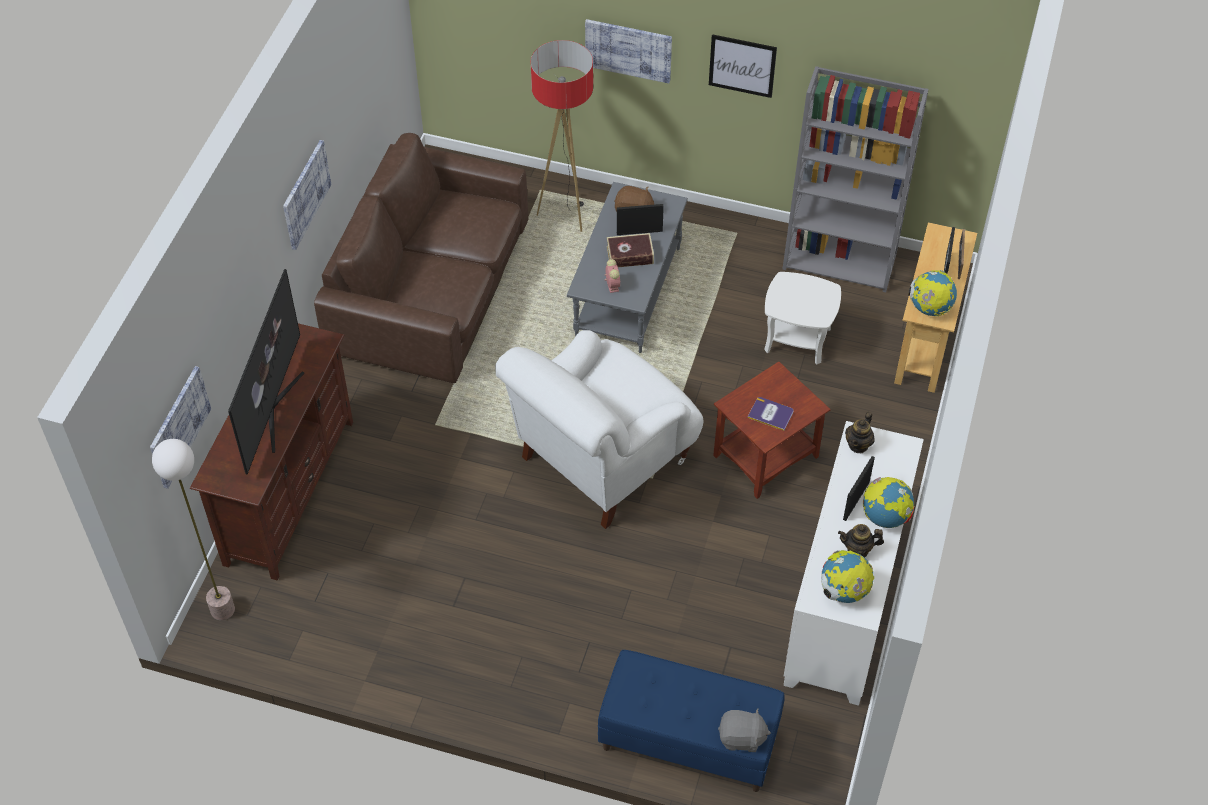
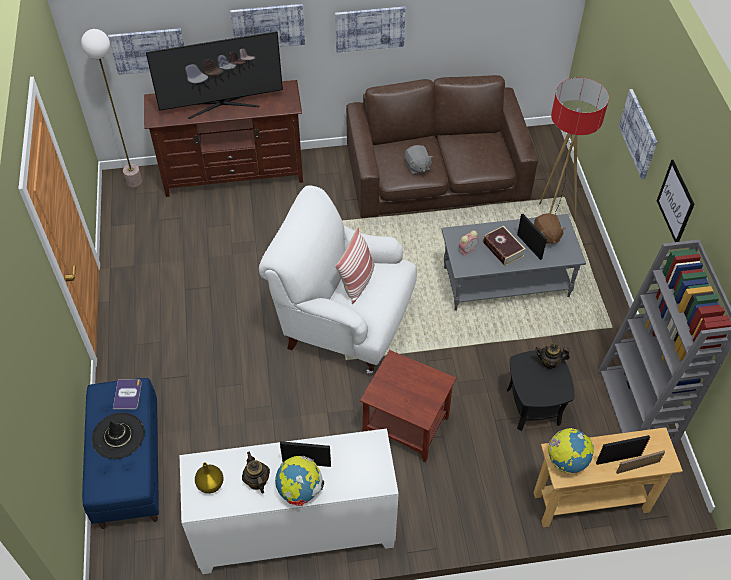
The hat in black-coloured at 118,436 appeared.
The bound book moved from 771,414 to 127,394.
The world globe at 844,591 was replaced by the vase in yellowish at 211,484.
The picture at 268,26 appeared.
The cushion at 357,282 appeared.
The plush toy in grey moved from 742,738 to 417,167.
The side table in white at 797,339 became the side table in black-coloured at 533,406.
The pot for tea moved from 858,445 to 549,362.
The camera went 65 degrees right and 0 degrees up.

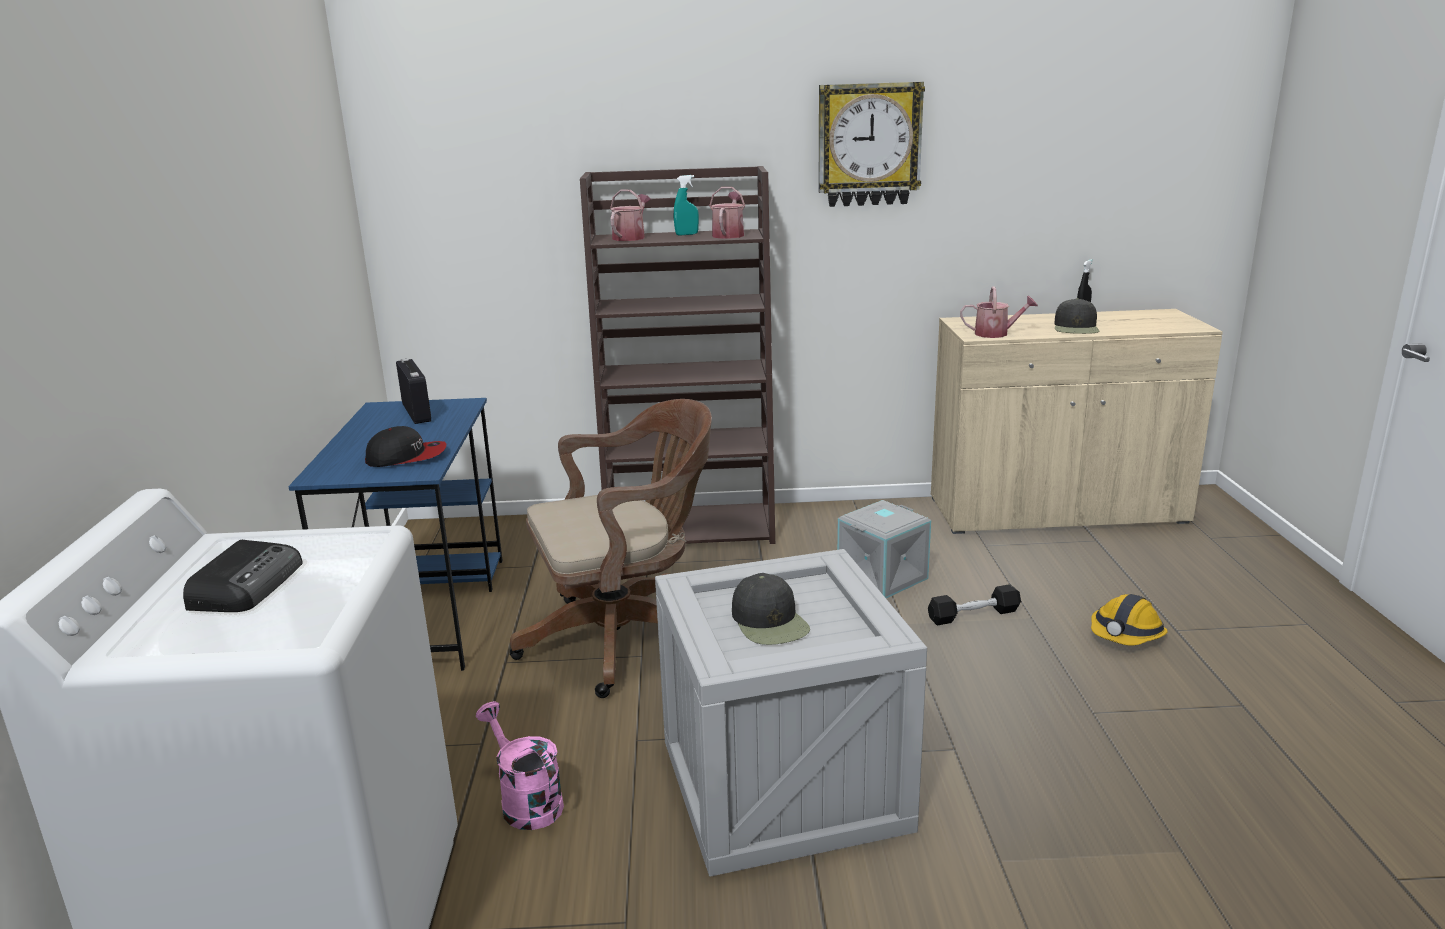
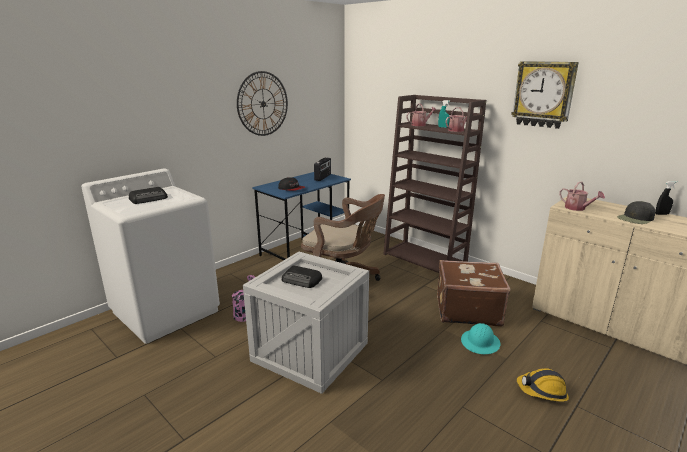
The clock on the wall at 263,104 appeared.
The baseball cap in black-coloured at 770,622 was replaced by the radio at 302,280.
The storage container in grey at 883,578 was replaced by the suitcase in brown at 467,310.
The dumbbell in black-coloured at 973,615 was replaced by the hard hat in turquoise-coloured at 480,342.
The camera went 45 degrees right and 0 degrees up.

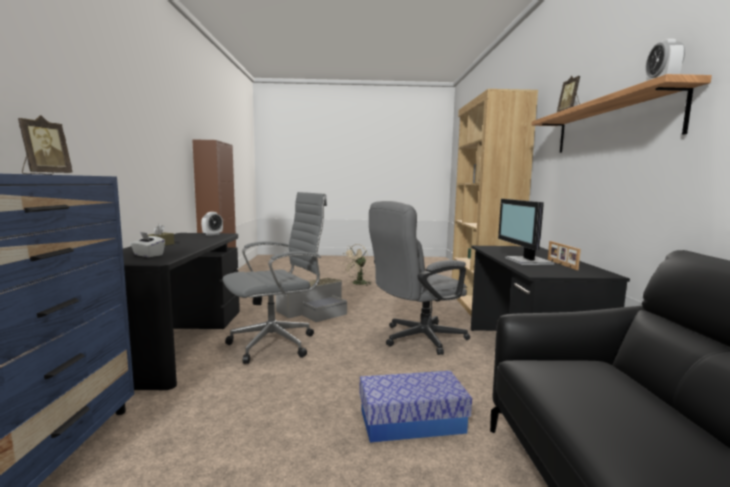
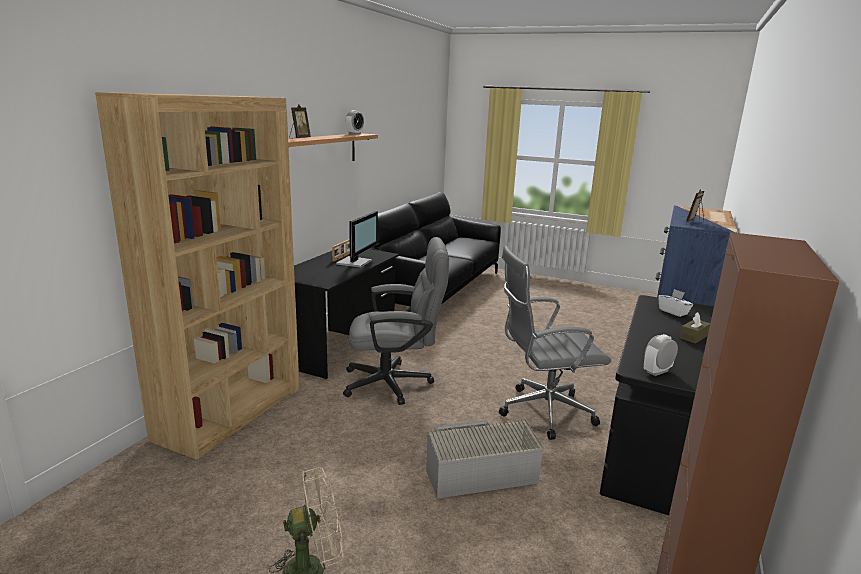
The storage container at 411,421 disappeared.
The camera went 155 degrees left and 10 degrees up.

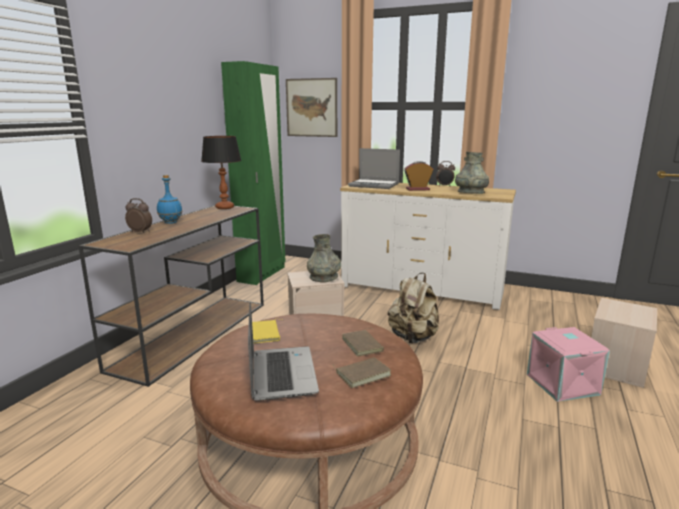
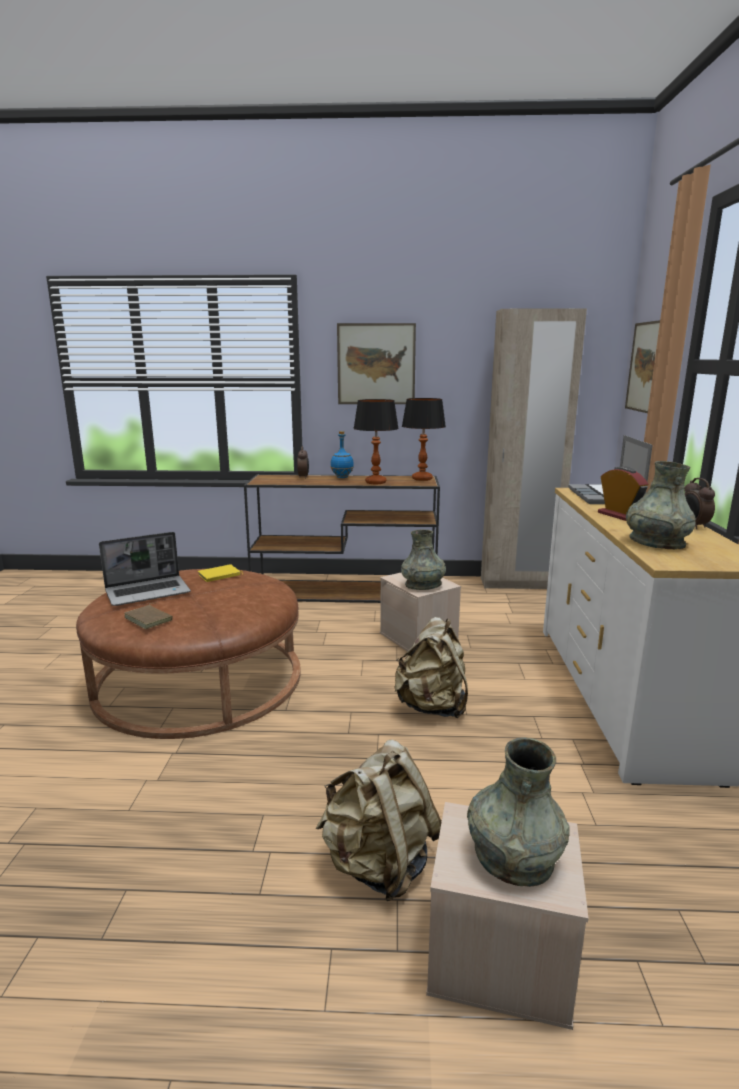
The storage container in pink-coloured at 563,384 was replaced by the rucksack in beige-coloured at 378,864.
The picture at 376,364 appeared.
The tabletop lamp at 376,482 appeared.
The vase in grey at 514,854 appeared.
The clothes cupboard in green at 262,274 became the clothes cupboard in beige-coloured at 518,584.
The bound book in brown at 363,345 disappeared.
The camera went 70 degrees right and 0 degrees up.

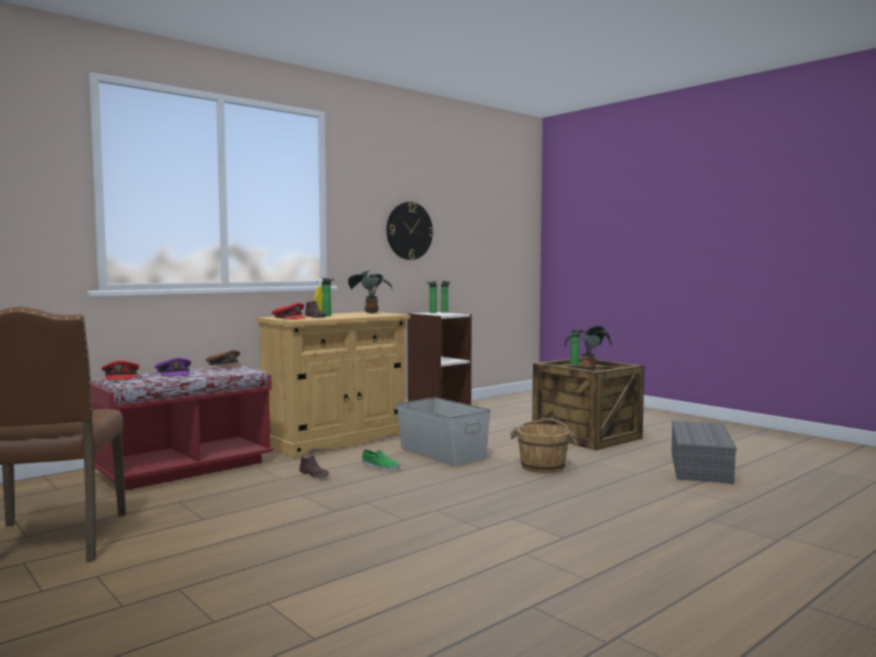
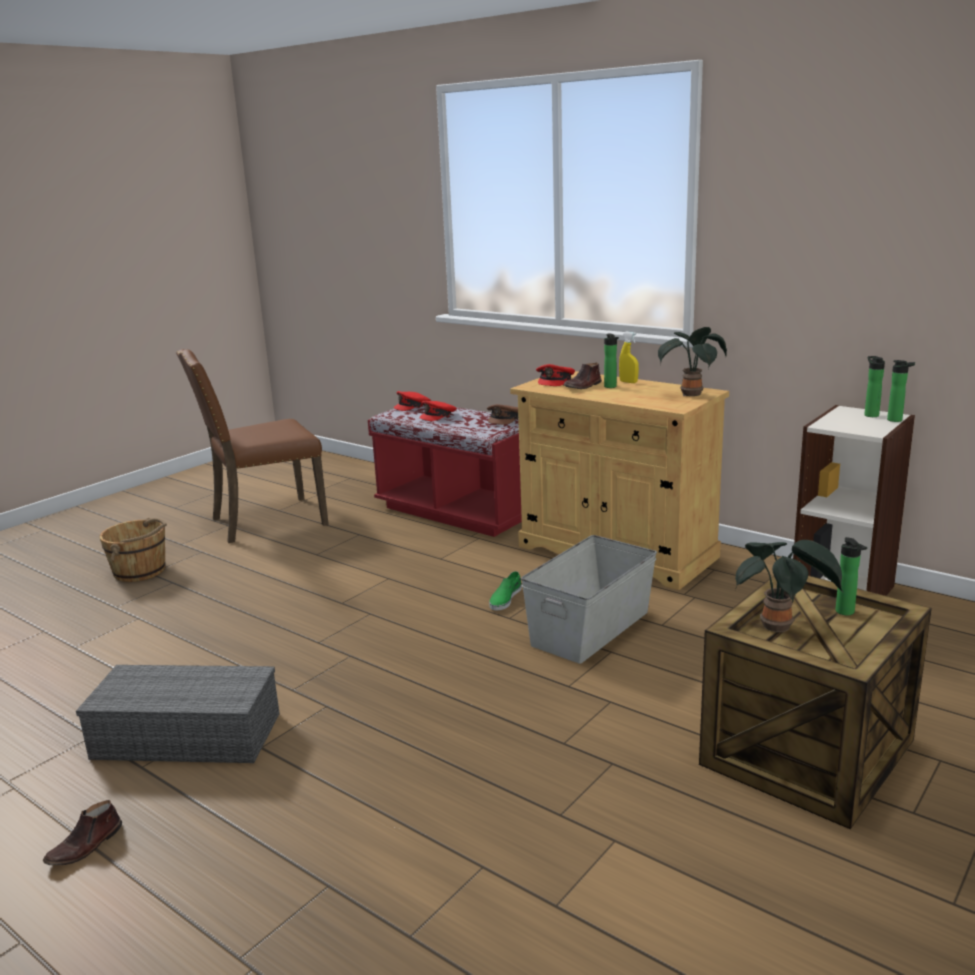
The item of footwear in brown moved from 314,474 to 85,846.
The storage container in grey moved from 698,466 to 190,734.
The water bucket in brown moved from 543,466 to 141,571.
The baseball cap in purple at 174,374 became the baseball cap in reddish at 438,415.
The clock on the wall at 409,231 disappeared.
The camera went 80 degrees right and 15 degrees up.

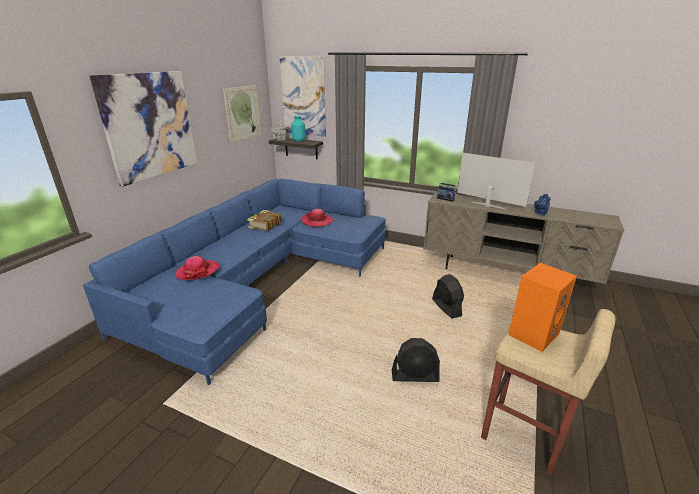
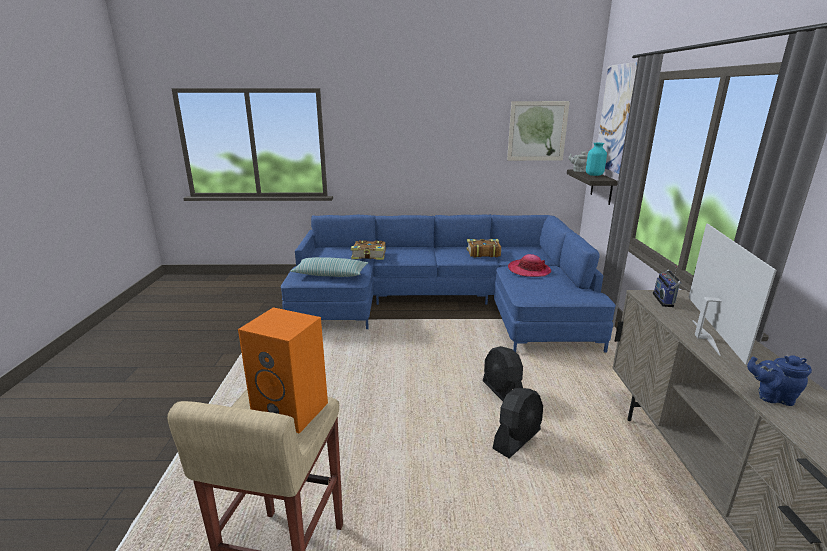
The cushion at 330,274 appeared.
The hat at 197,271 was replaced by the bound book at 369,256.
The electric fan in black-coloured moved from 415,376 to 502,393.
The picture at 150,126 disappeared.
The camera went 65 degrees right and 5 degrees down.

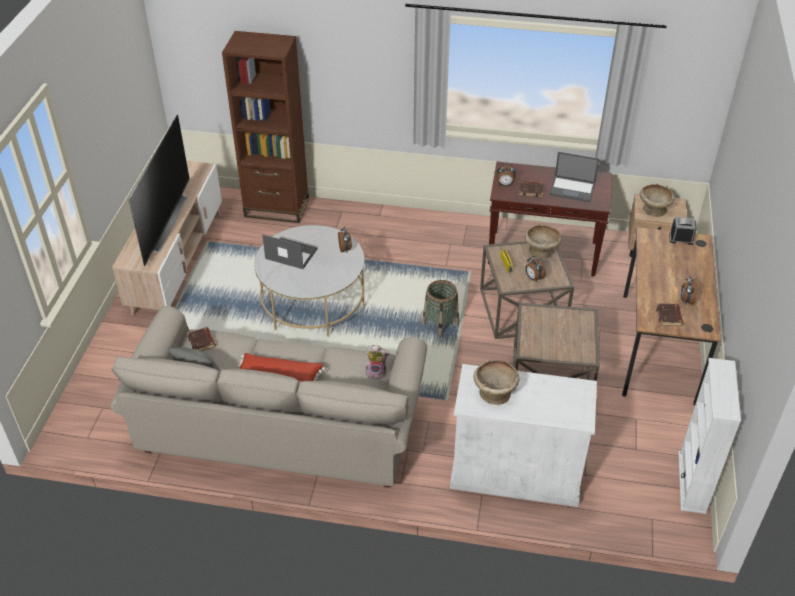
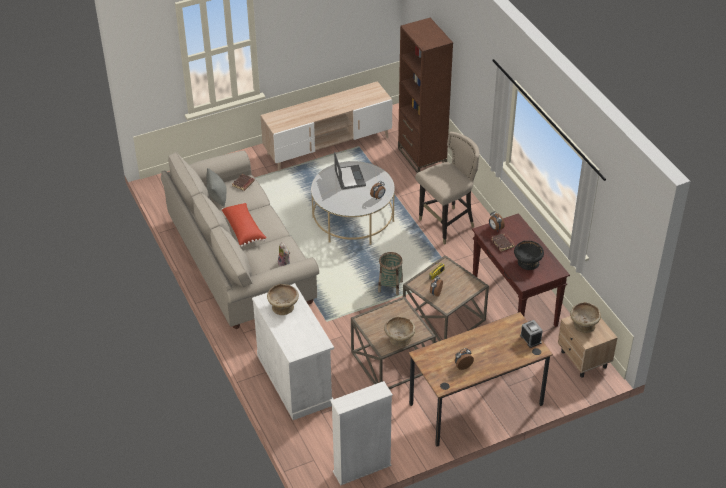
The serving bowl in beige-coloured moved from 541,251 to 399,339.
The stool in beige-coloured at 446,225 appeared.
The laptop at 572,189 was replaced by the serving bowl in black-coloured at 527,262.
The TV set at 163,222 disappeared.
The bound book in brown at 669,317 disappeared.
The camera went 55 degrees right and 0 degrees up.

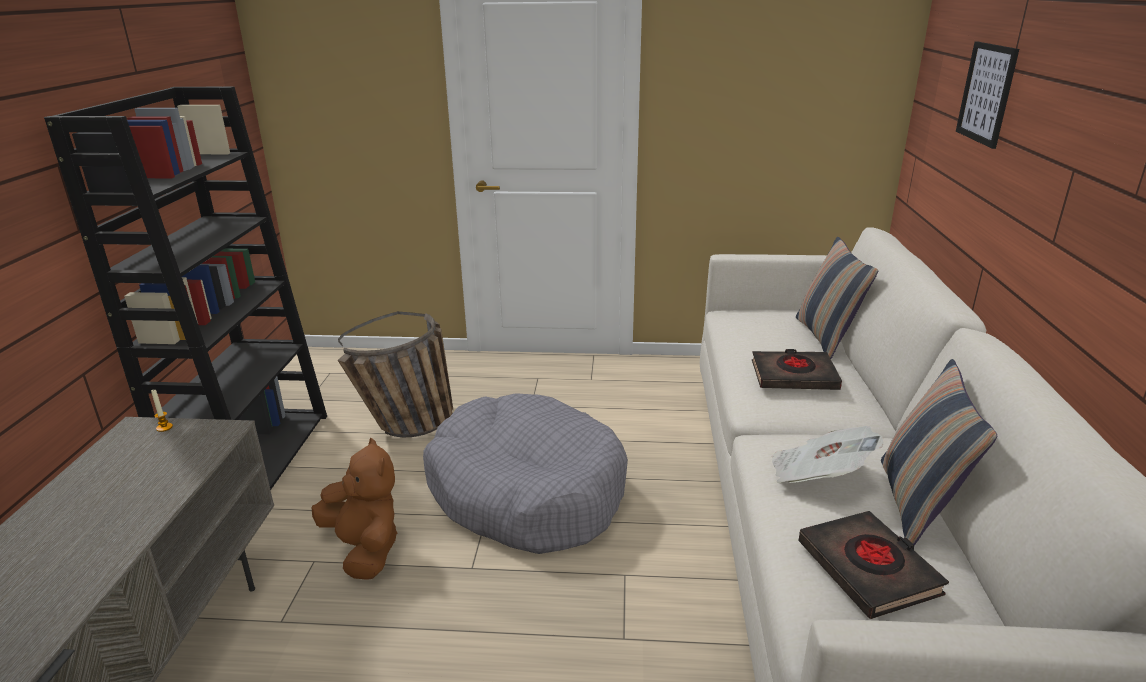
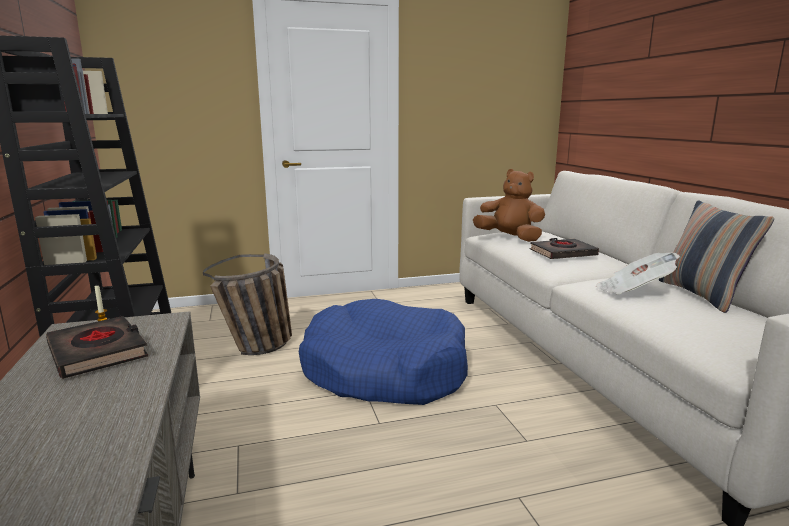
The bound book in black-coloured moved from 868,569 to 98,352.
The dog cushion in grey at 526,491 became the dog cushion in blue-coloured at 384,370.
The plush toy in brown moved from 365,549 to 510,238.
The cushion at 826,337 disappeared.
The picture at 986,93 disappeared.
The camera went 20 degrees left and 10 degrees down.

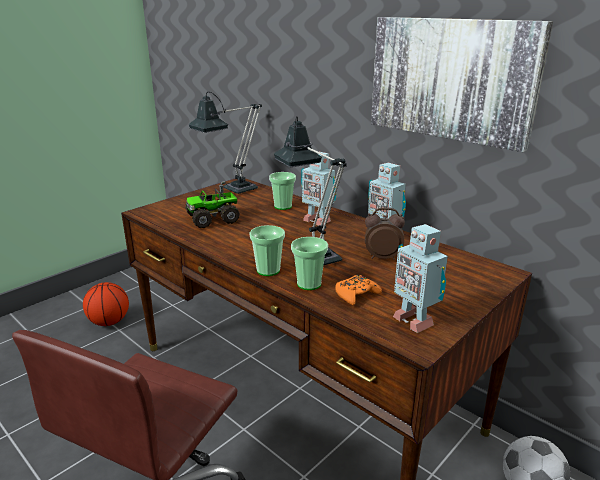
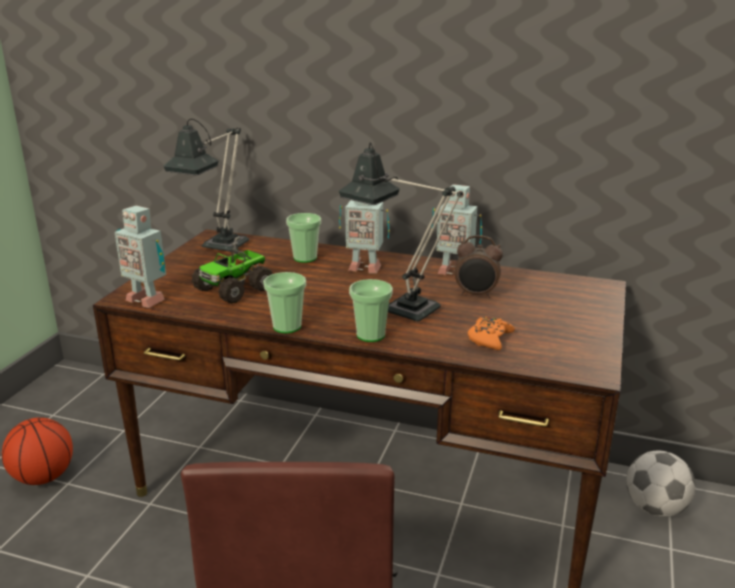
The toy robot moved from 414,320 to 146,299.
The cup moved from 309,284 to 287,326.
The alarm clock at 382,257 turned 150 degrees counterclockwise.
The picture at 451,79 disappeared.
The camera went 25 degrees left and 0 degrees up.

